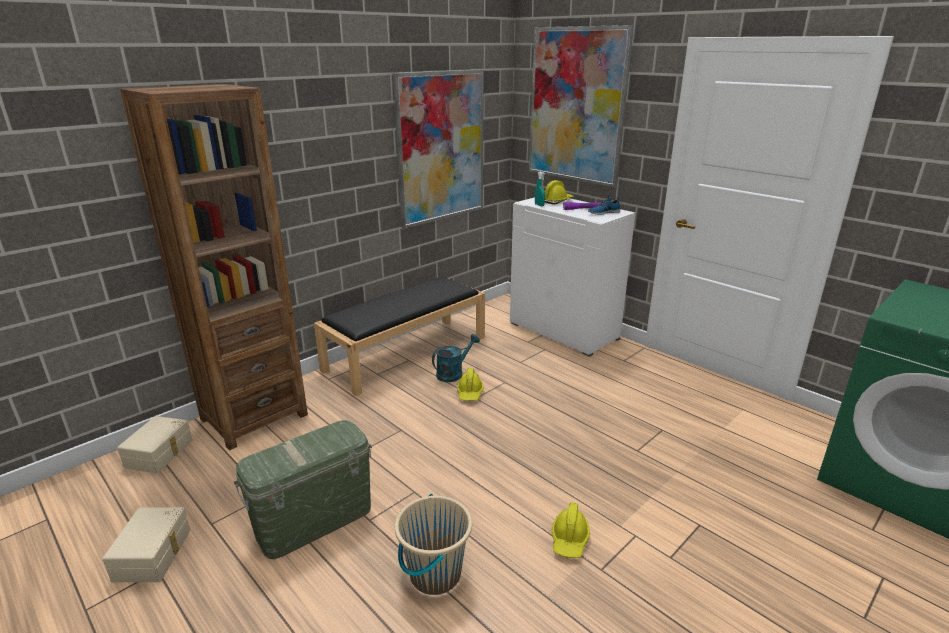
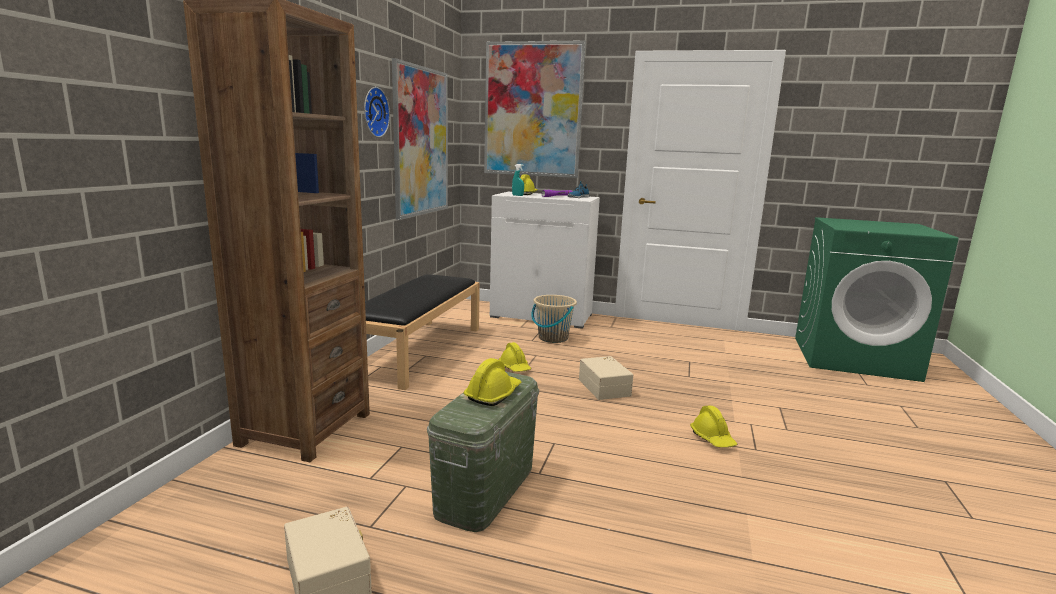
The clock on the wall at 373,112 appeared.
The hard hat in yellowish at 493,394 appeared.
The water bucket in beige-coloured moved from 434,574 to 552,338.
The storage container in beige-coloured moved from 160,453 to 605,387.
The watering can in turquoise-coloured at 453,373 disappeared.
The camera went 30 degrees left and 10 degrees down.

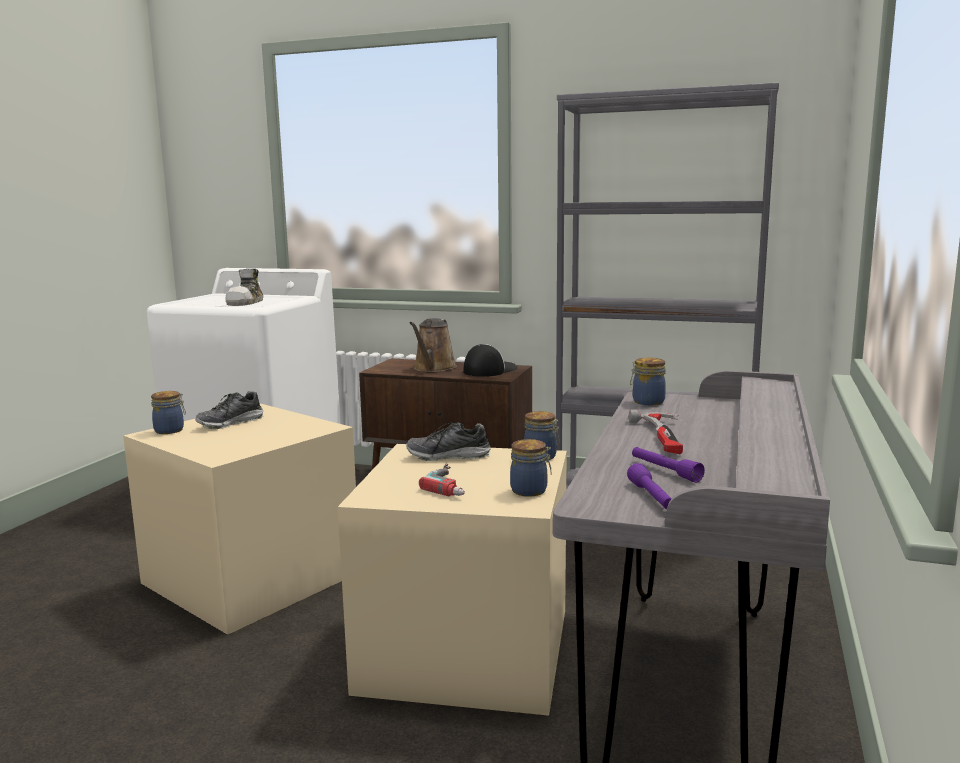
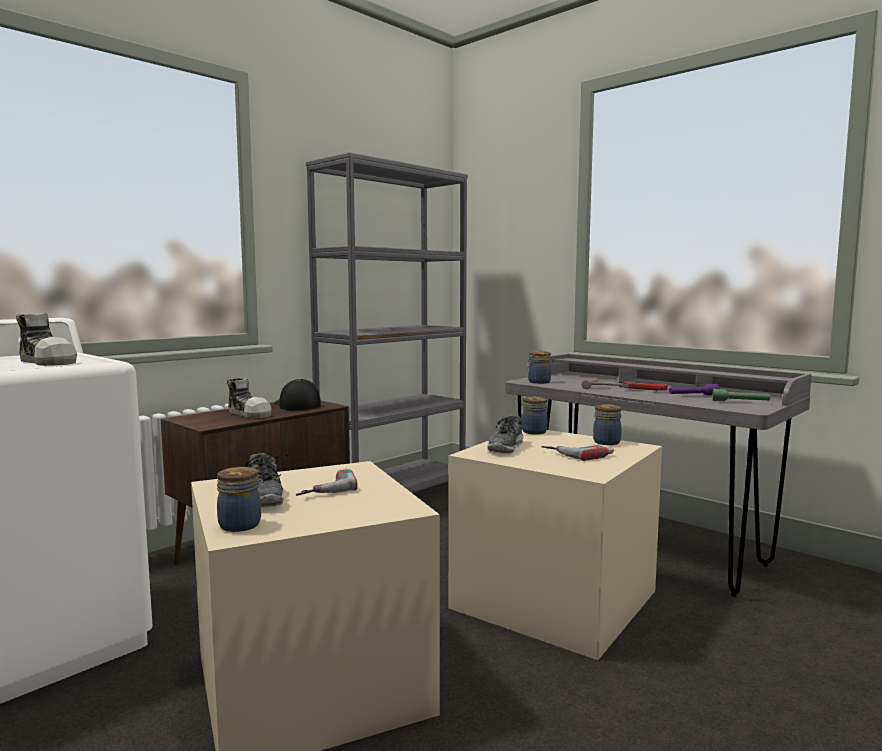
The watering can in brown at 433,368 was replaced by the item of footwear at 249,414.
The electric drill at 325,488 appeared.
The hand torch in purple at 651,497 became the hand torch in green at 740,402.
The camera went 65 degrees left and 5 degrees down.

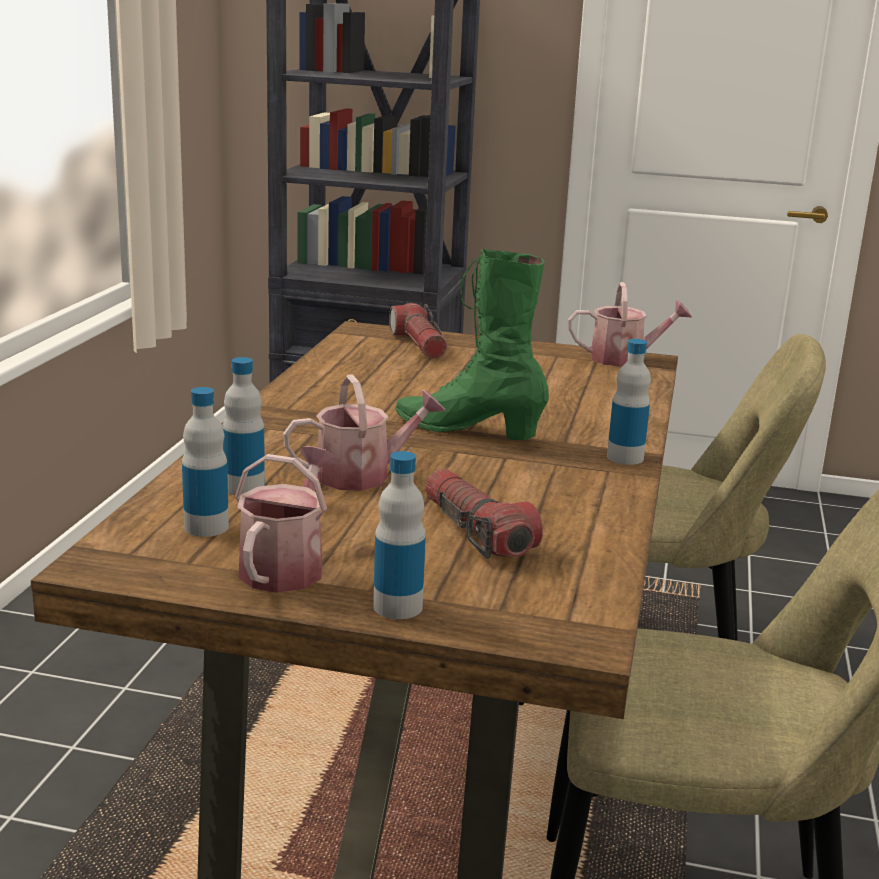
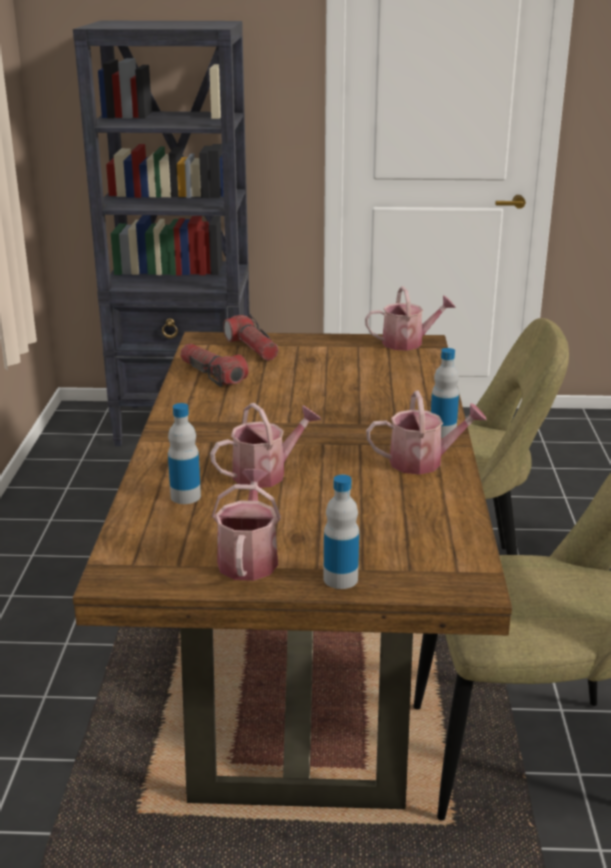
The hand torch moved from 476,532 to 212,375.
The watering can at 423,462 appeared.
The beverage bottle at 206,527 disappeared.
The high-top boot in green at 468,431 disappeared.
The camera went 10 degrees left and 5 degrees up.

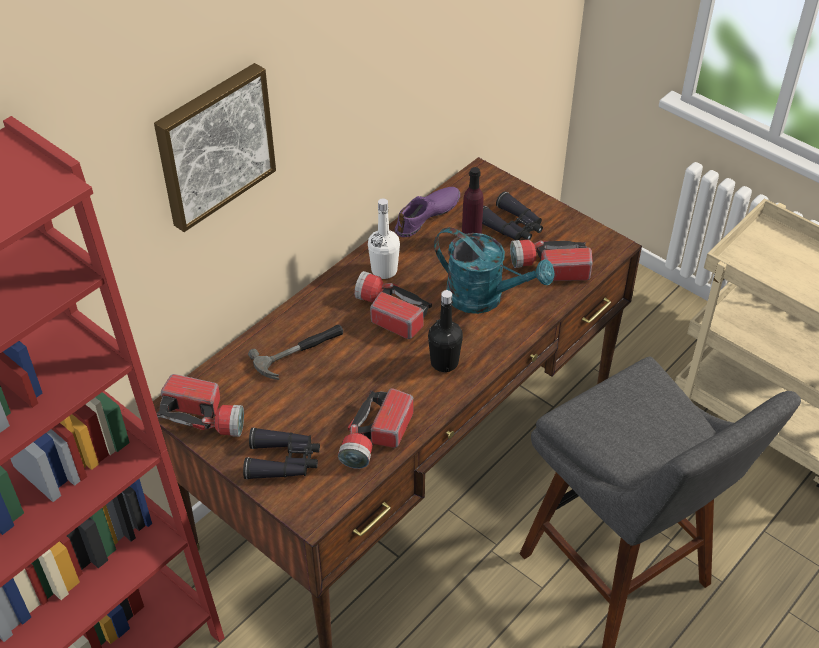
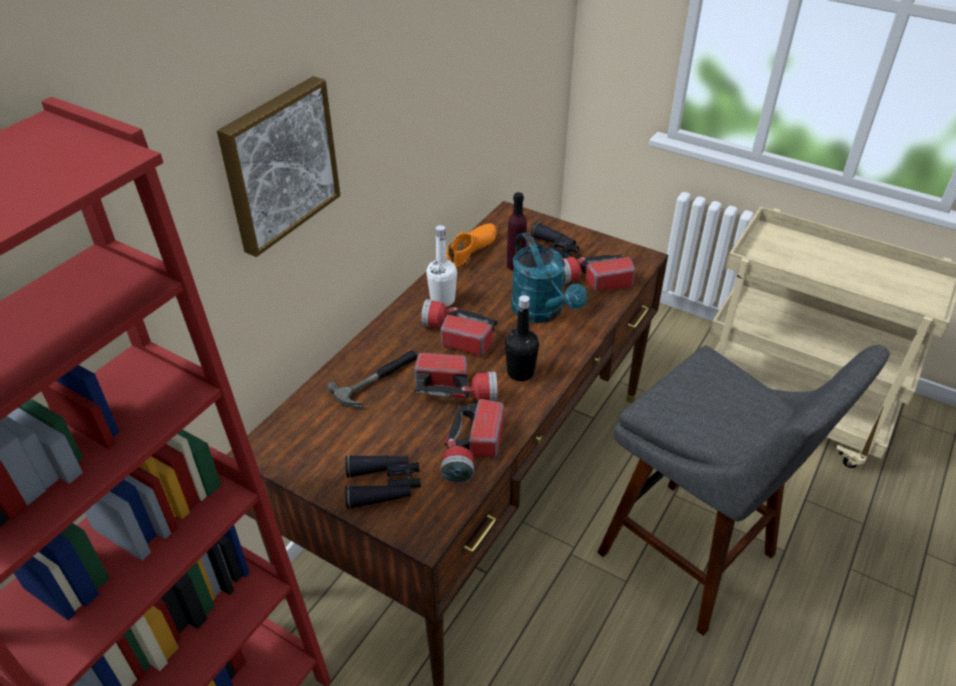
The hand torch moved from 205,417 to 456,390.
The item of footwear in purple at 427,216 became the item of footwear in orange-coloured at 471,251.
The watering can in turquoise-coloured at 485,298 turned 45 degrees clockwise.
The camera went 10 degrees left and 5 degrees down.

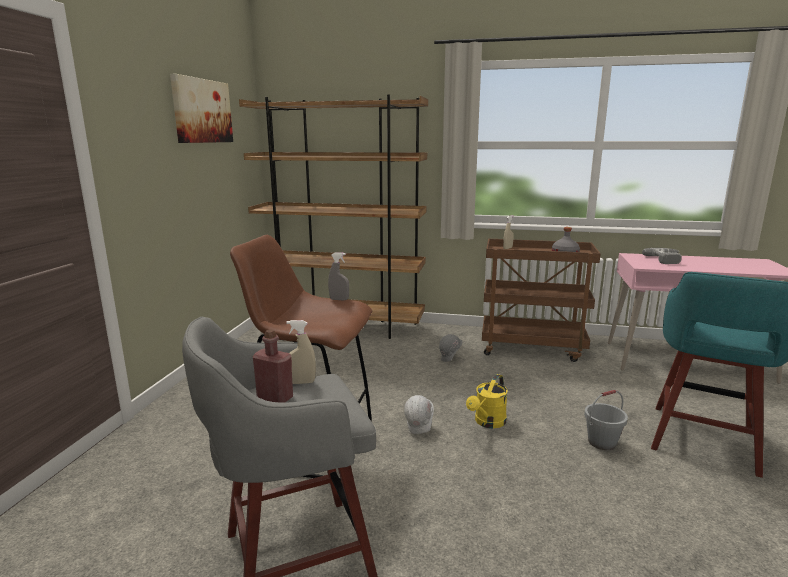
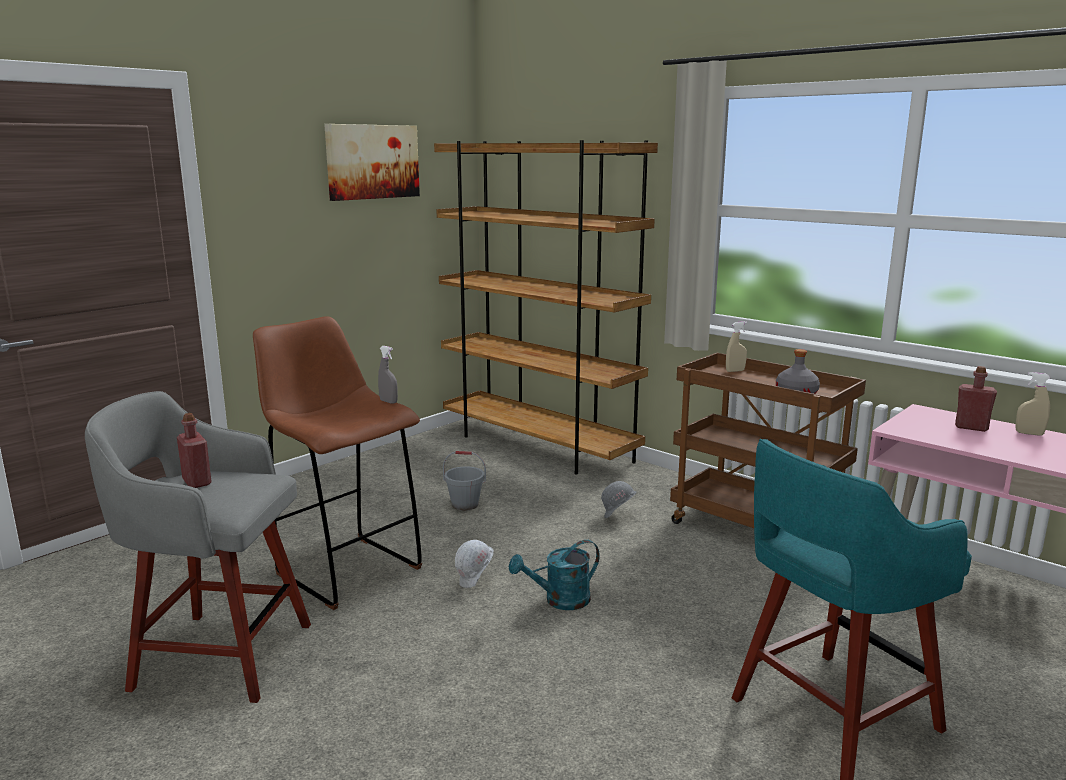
The water bucket in grey moved from 602,442 to 465,504.
The watering can in yellowish at 487,423 became the watering can in turquoise-coloured at 560,601.
The electric drill at 667,259 was replaced by the beverage bottle in reddish at 971,427.
The spray bottle in beige-coloured moved from 301,382 to 1029,433.
The camera went 30 degrees right and 0 degrees up.

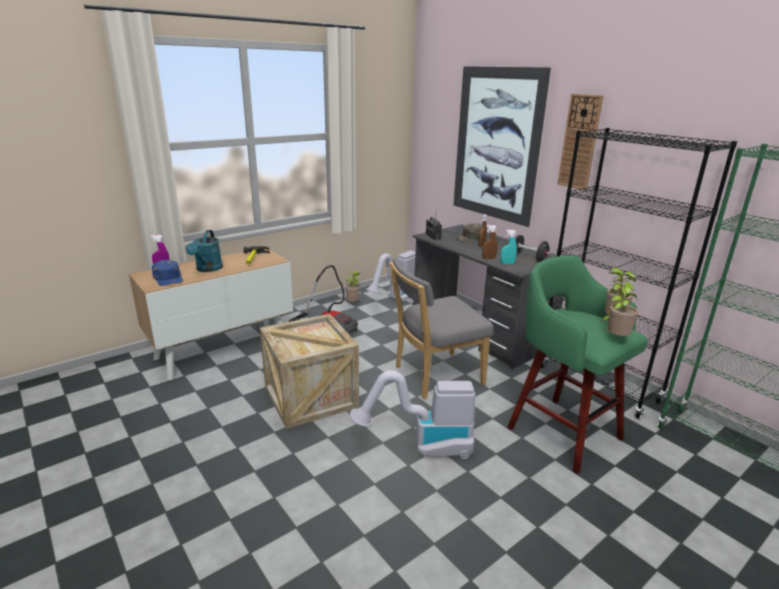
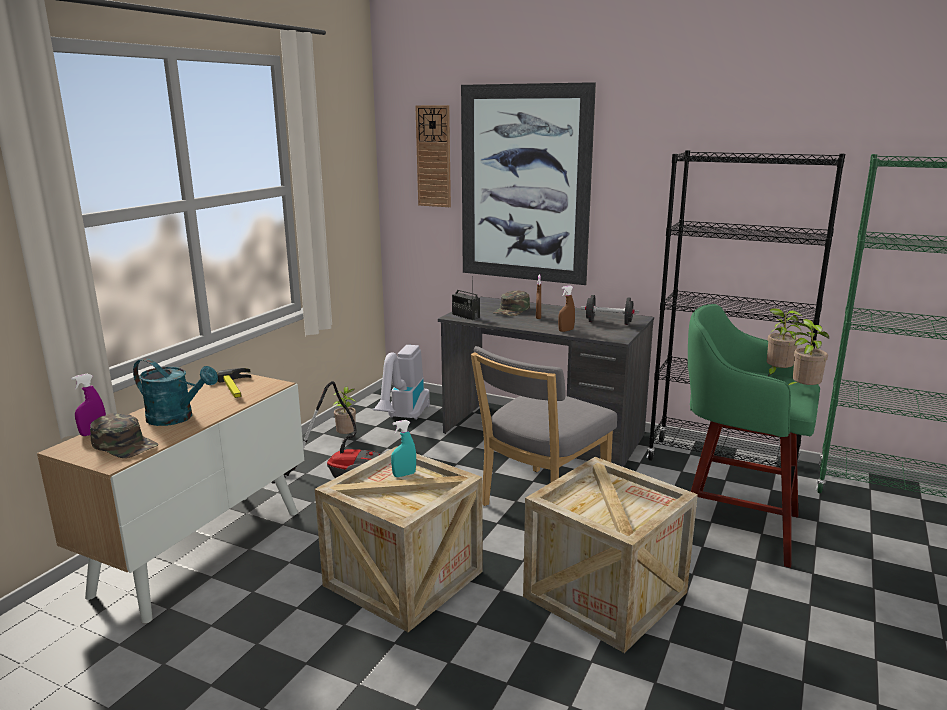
The baseball cap in blue-coloured at 168,278 became the baseball cap in green at 125,444.
The watering can in turquoise-coloured at 207,269 turned 45 degrees counterclockwise.
The spray bottle in turquoise-coloured moved from 507,263 to 404,474.
The clock on the wall moved from 579,142 to 434,156.
The vacuum at 422,447 was replaced by the shipping crate at 605,594.
The camera went 25 degrees left and 5 degrees down.

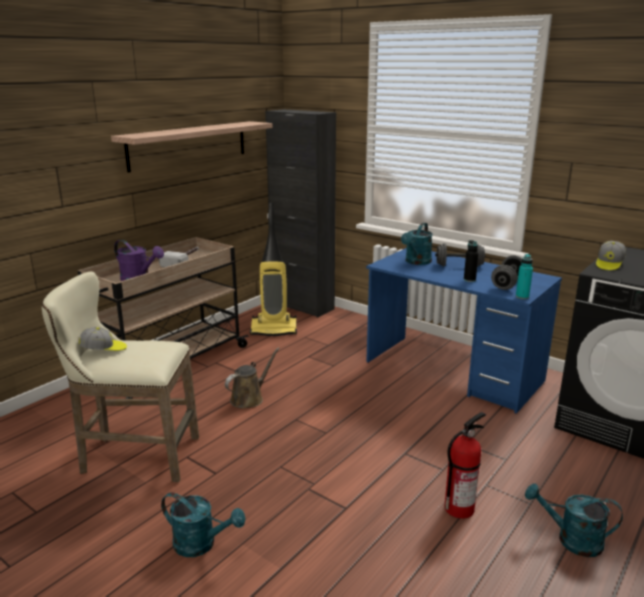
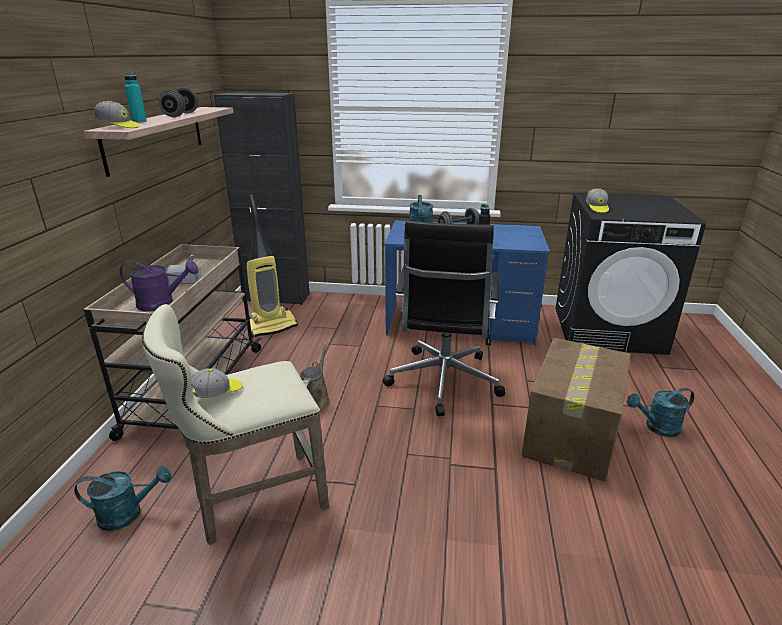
The watering can in turquoise-coloured moved from 201,544 to 128,514.
The baseball cap at 119,127 appeared.
The beverage bottle in turquoise-coloured moved from 522,297 to 139,121.
The dumbbell in grey moved from 507,284 to 181,115.
The desk chair in black-coloured at 443,382 appeared.
The fire extinguisher at 459,507 was replaced by the packing box at 571,433.
The camera went 30 degrees left and 5 degrees up.

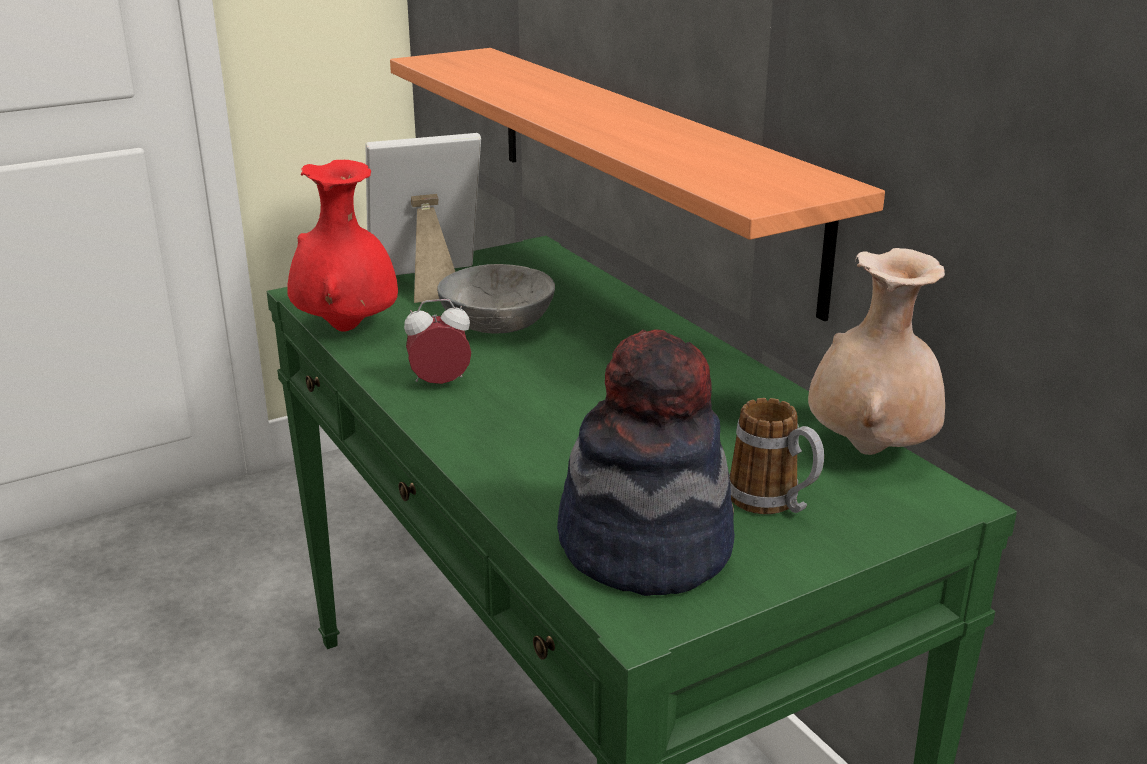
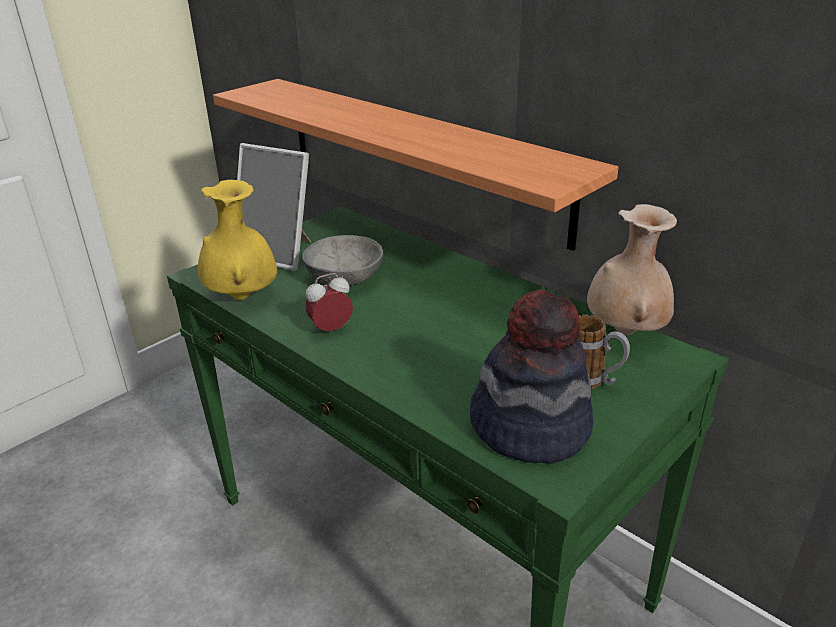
The vase in reddish at 347,328 became the vase in yellowish at 242,297.
The picture frame at 427,283 turned 120 degrees counterclockwise.
The camera went 15 degrees left and 5 degrees up.

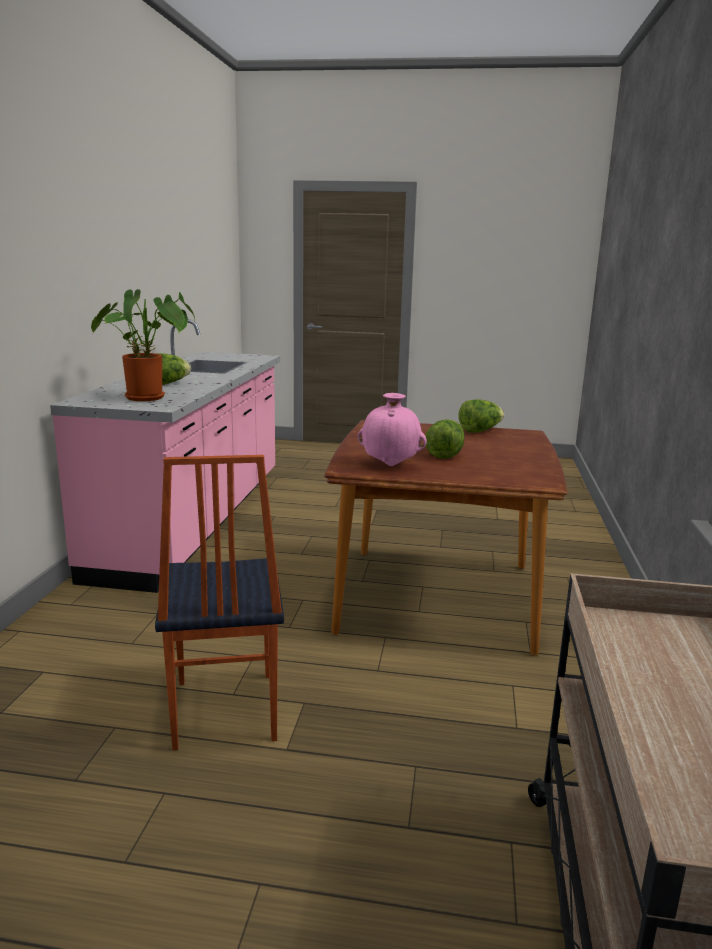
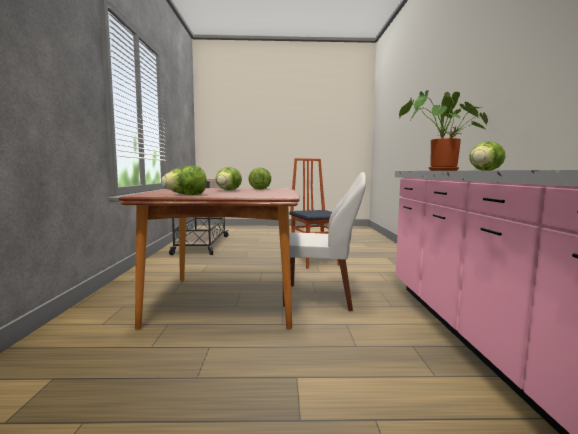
The vase in pink-coloured at 391,465 was replaced by the lettuce at 260,189.
The chair in white at 321,297 appeared.
The camera went 170 degrees right and 10 degrees down.

